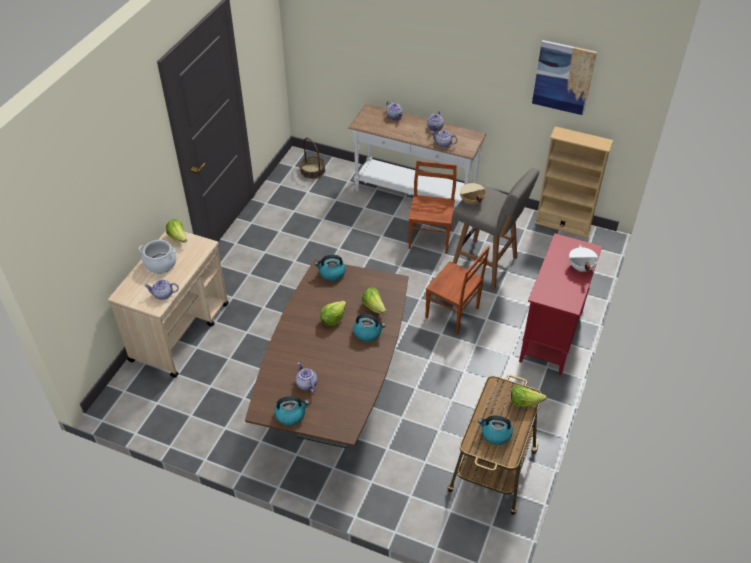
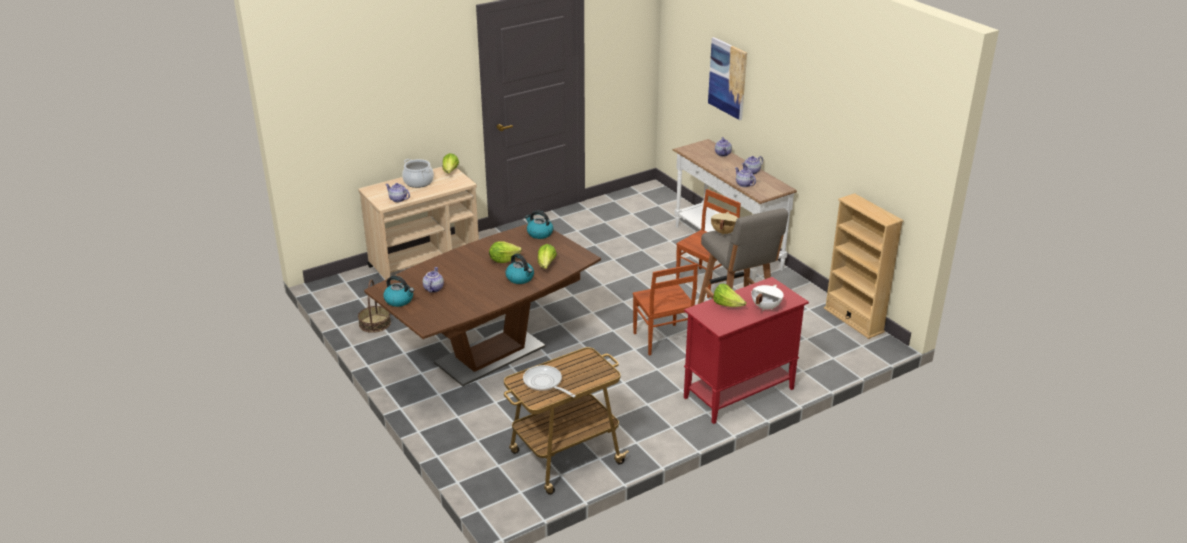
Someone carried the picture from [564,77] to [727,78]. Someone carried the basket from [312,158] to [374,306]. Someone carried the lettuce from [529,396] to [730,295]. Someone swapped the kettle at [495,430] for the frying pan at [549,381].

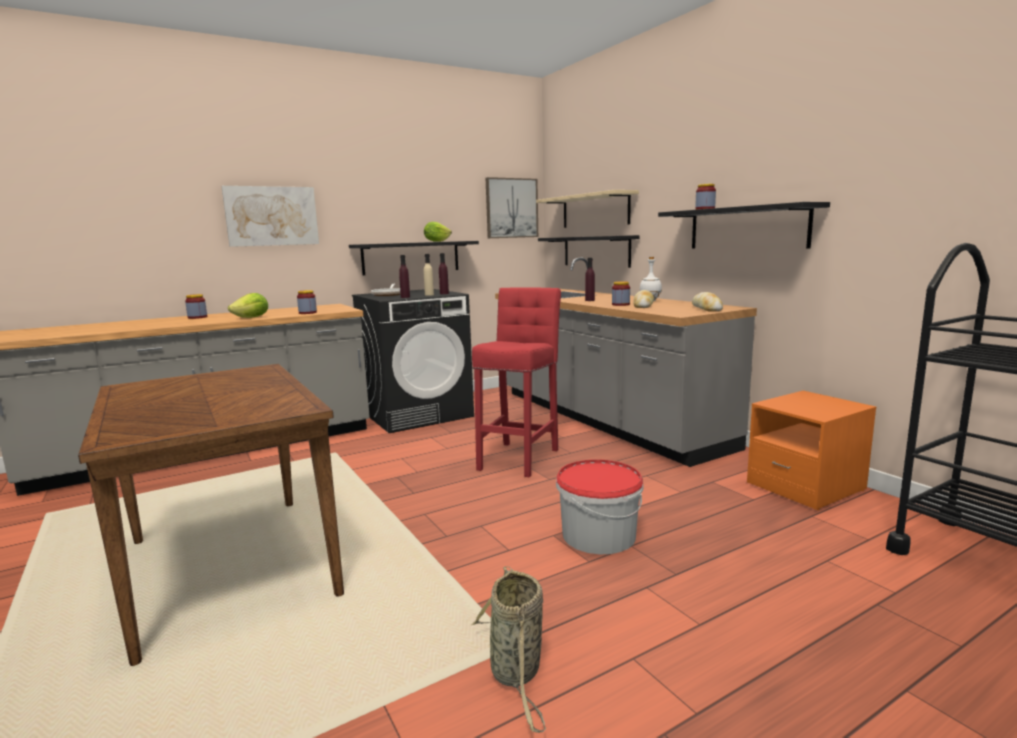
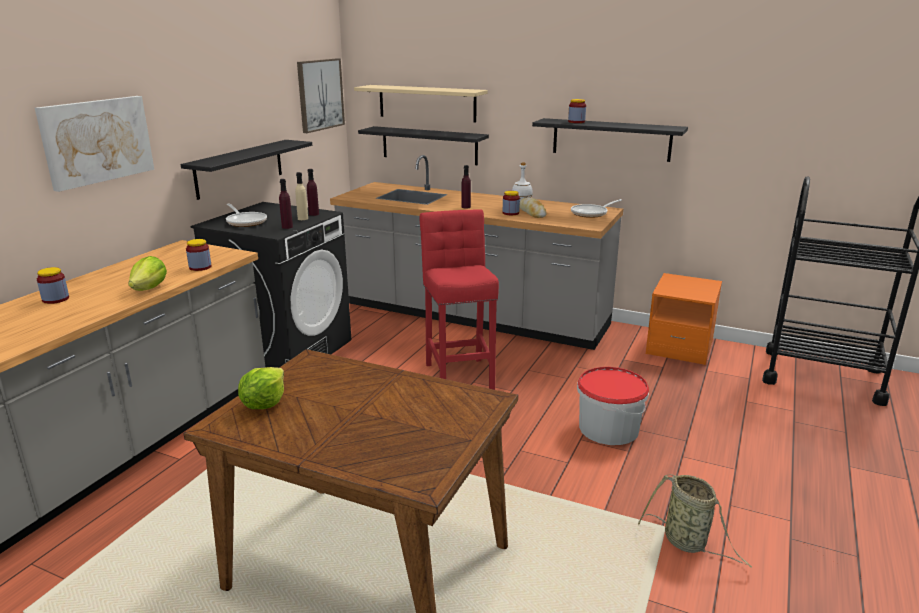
Someone carried the lettuce from [438,232] to [261,388]. Someone swapped the bread at [707,302] for the frying pan at [596,208].

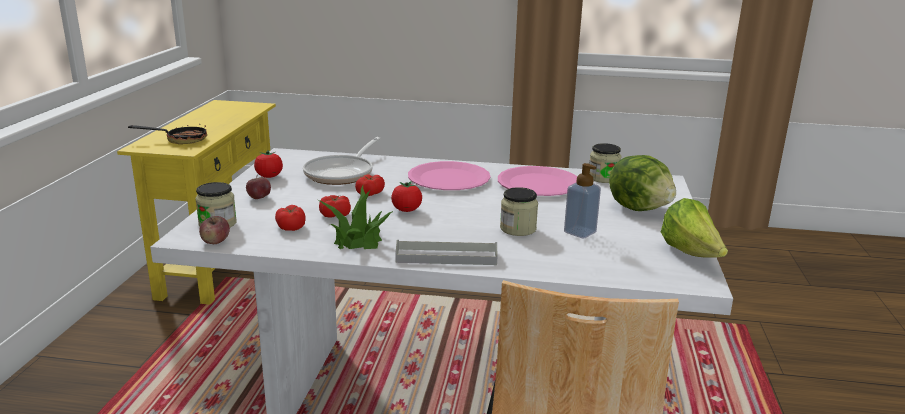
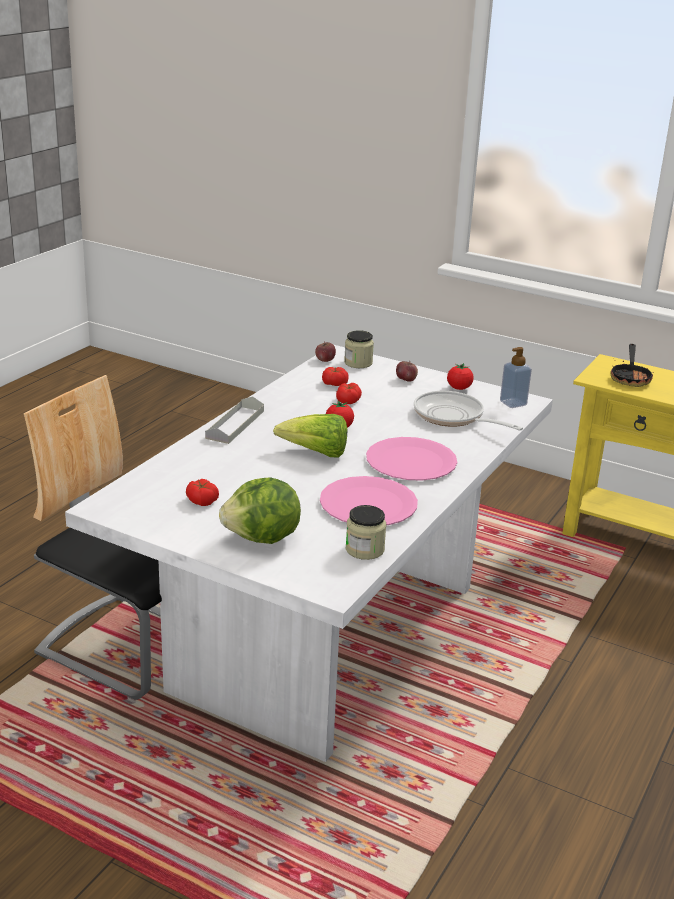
Someone carried the soap dispenser from [582,201] to [516,377]. Someone carried the tomato from [370,185] to [202,492]. Someone took away the potted plant at [355,217]. Someone took away the jar at [519,211]. Someone carried the lettuce from [694,228] to [310,436].

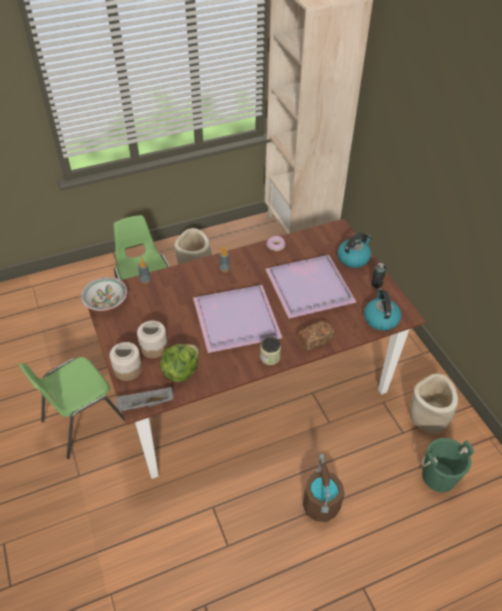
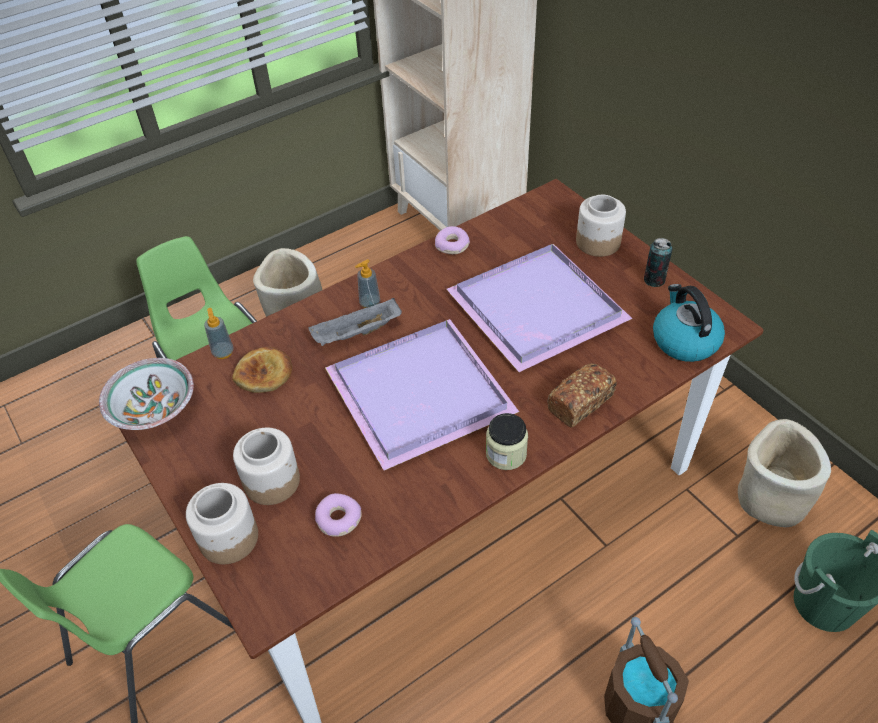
Someone swapped the kettle at [354,250] for the jar at [601,226]. Someone swapped the lettuce at [179,363] for the donut at [338,515]. Someone carried the tray/grey from [144,399] to [355,322]. Someone put down the bread at [262,370].

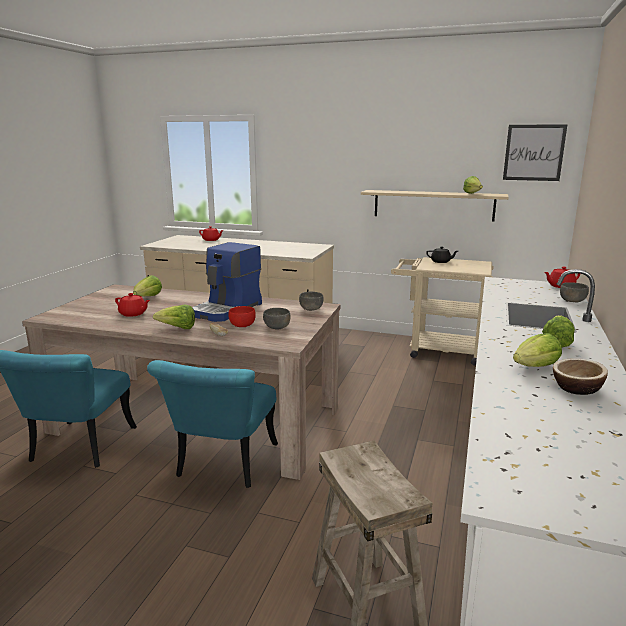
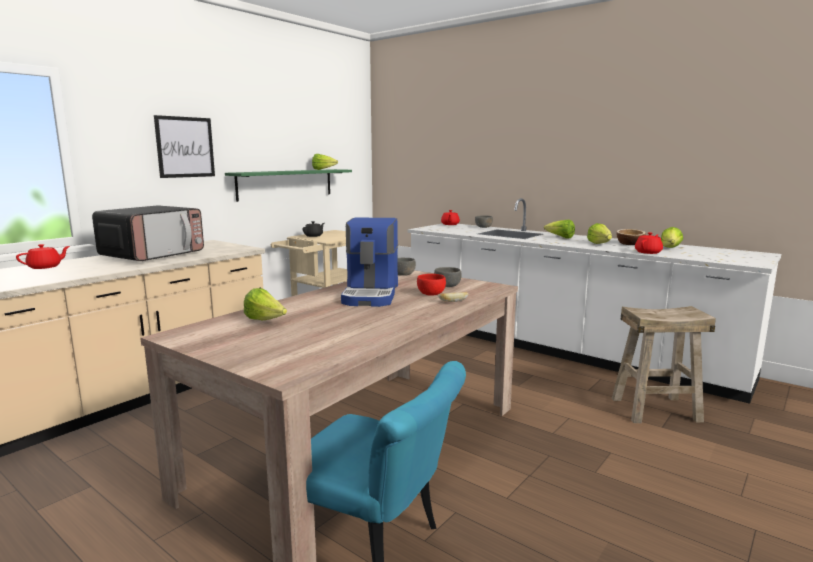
Someone carried the picture from [535,152] to [184,146]. Someone repainted the shelf/beige at [435,206], which became the shelf/green at [288,185]. Someone rotated the coffee machine at [227,282] by 45 degrees clockwise. Someone carried the teapot/red from [132,305] to [649,243]. Someone carried the lettuce from [174,317] to [672,237]. Someone took away the chair/turquoise at [212,424]. Someone put down the microwave at [148,233].

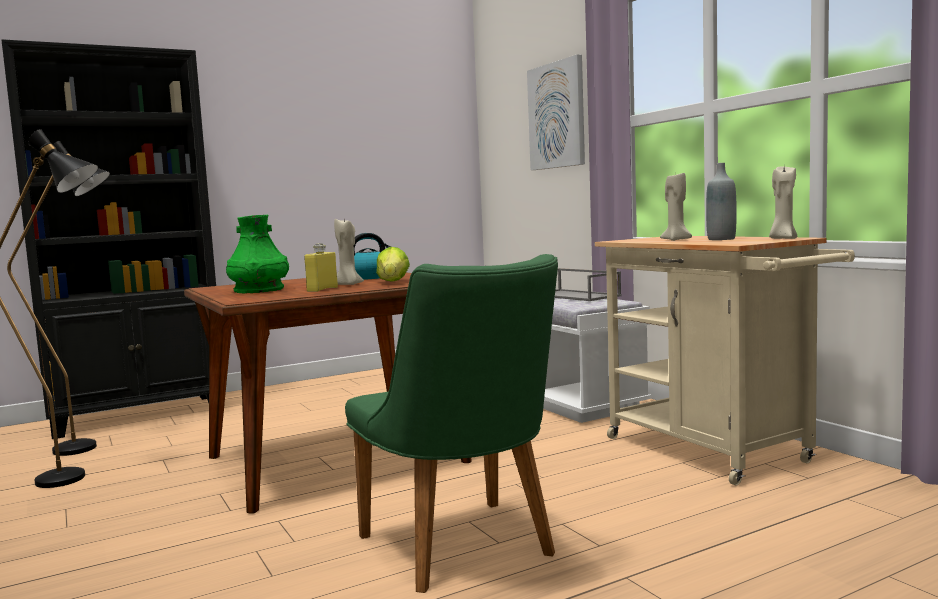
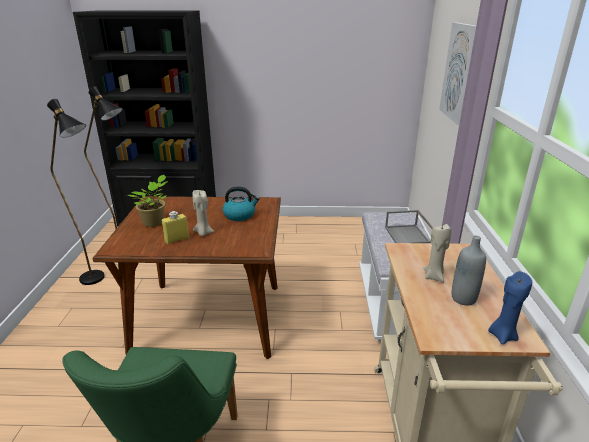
Someone repainted the candle/beige at [783,203], which became the candle/blue at [510,308]. Someone swapped the vase/green at [257,254] for the potted plant at [147,200]. Someone took away the lettuce at [393,264].

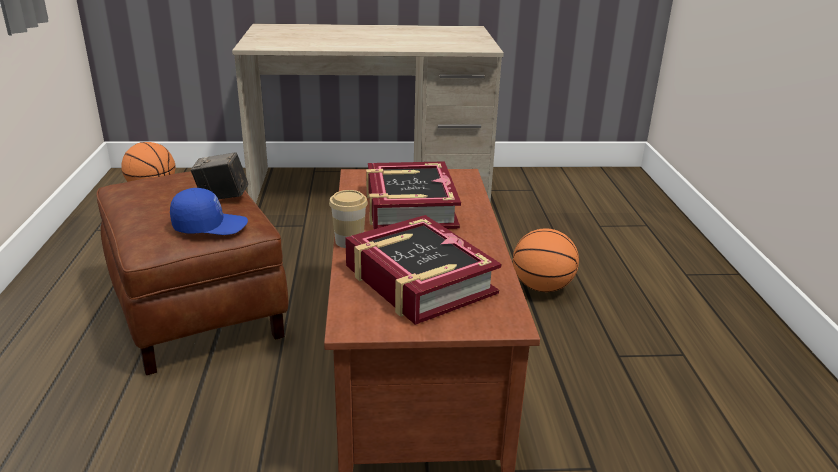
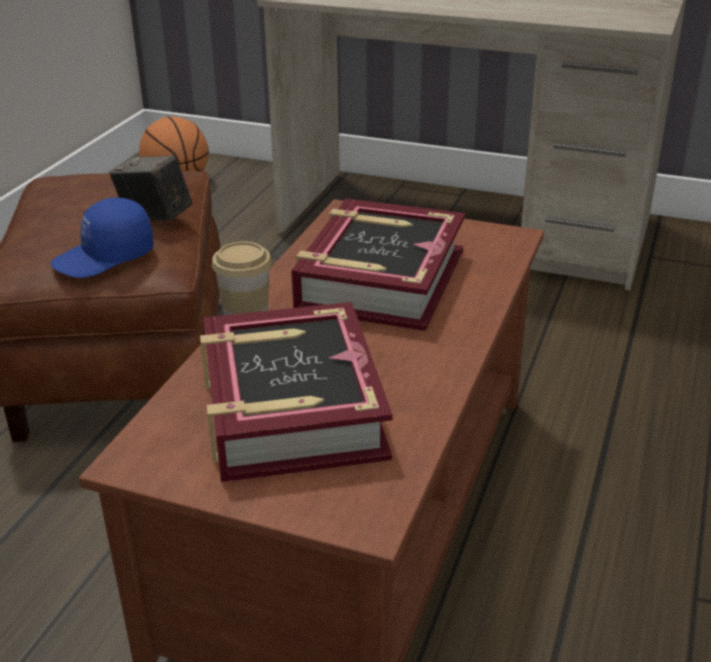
Someone rotated the cap/blue at [209,211] by 135 degrees clockwise. Someone took away the basketball at [546,260].

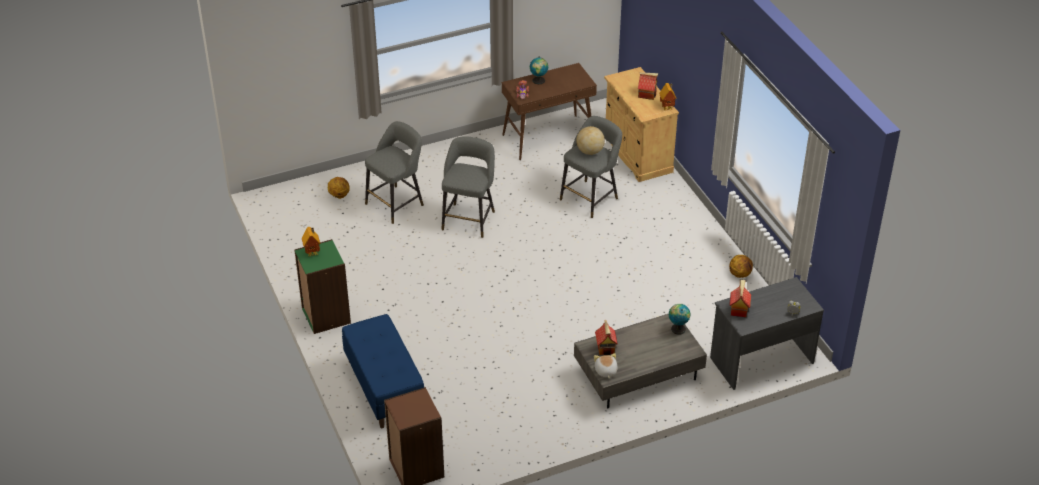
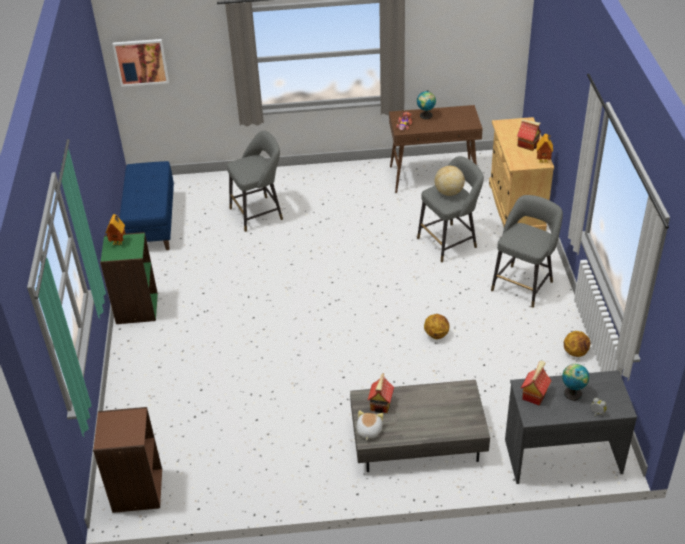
Someone carried the stool/grey from [468,187] to [527,251]. Someone carried the basketball from [339,188] to [437,326]. Someone carried the globe from [679,319] to [575,382]. Someone carried the bench/blue from [383,371] to [147,205]. Someone put up the picture at [140,63].

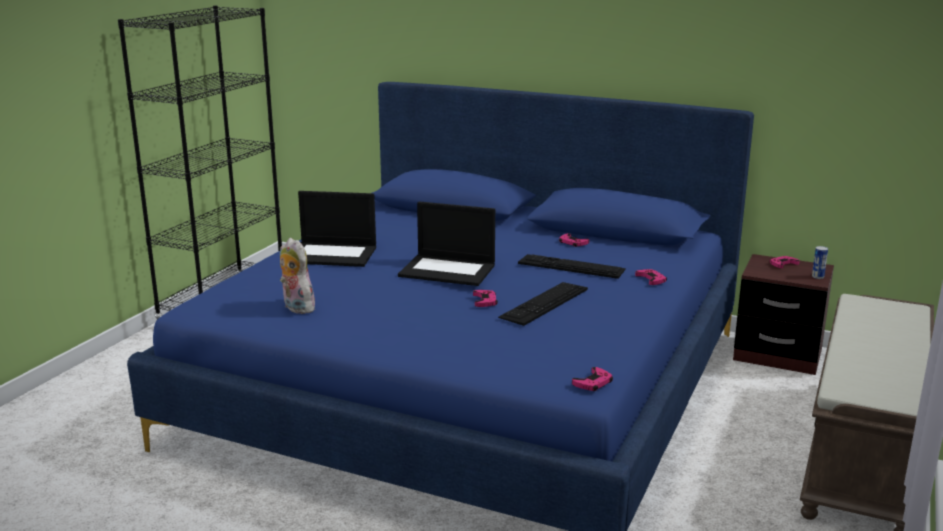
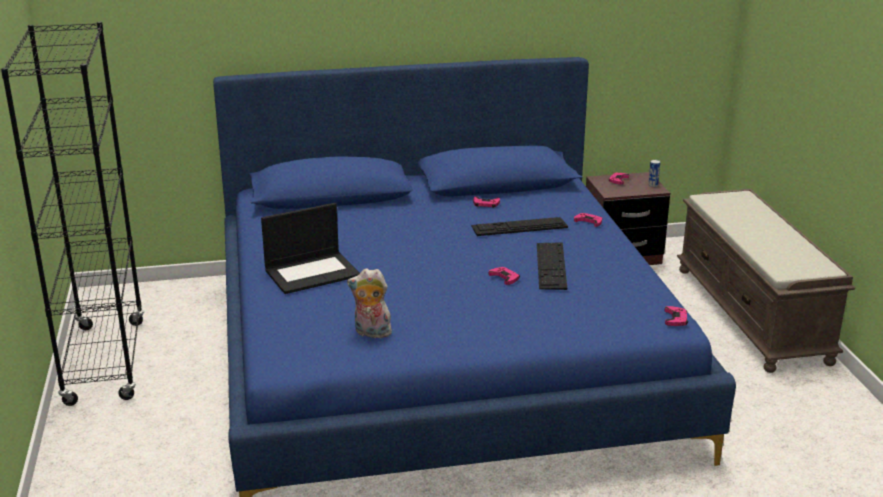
Someone took away the laptop at [446,243].

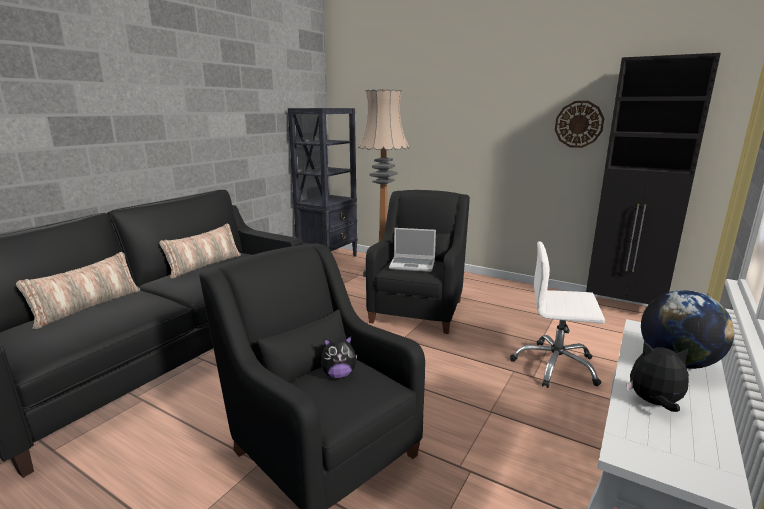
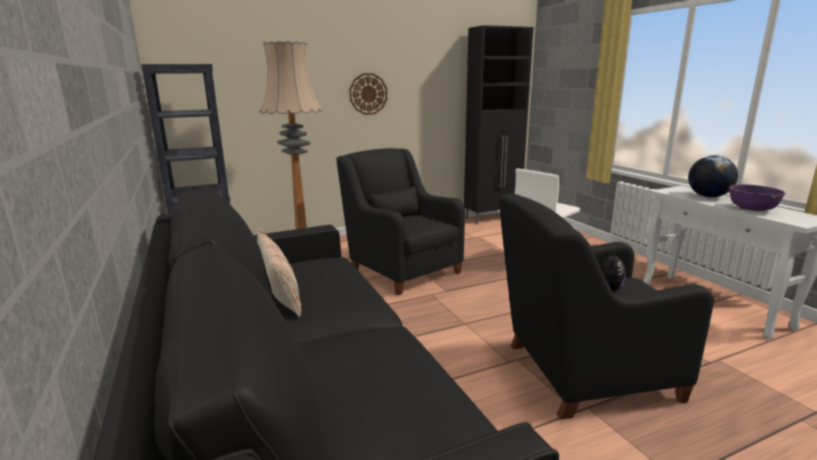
Someone carried the wall clock from [579,124] to [368,94]. Someone took away the laptop at [412,250]. Someone took away the pillow at [78,291]. Someone swapped the plush toy at [658,376] for the bowl/purple at [757,198].

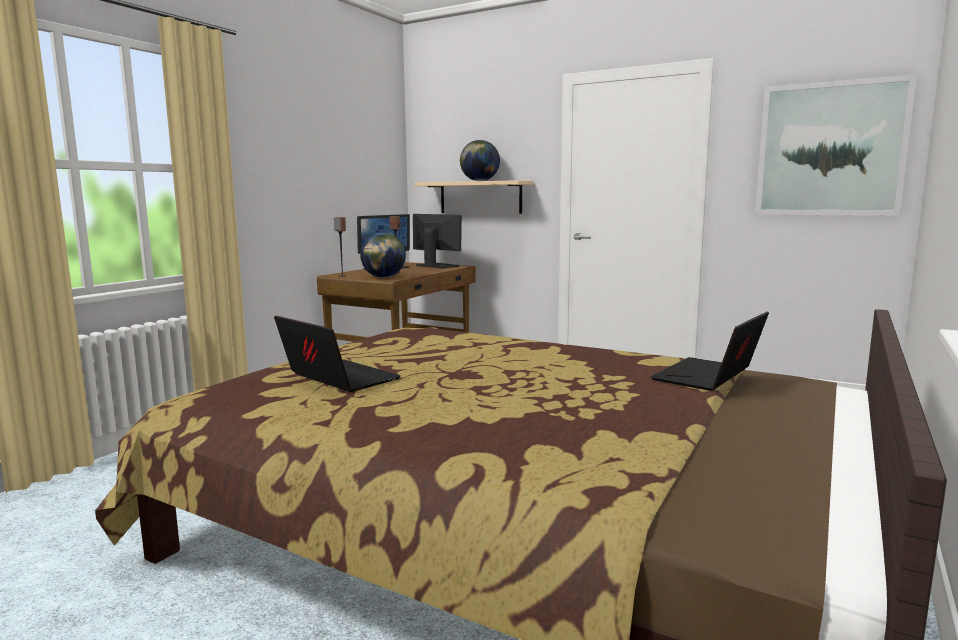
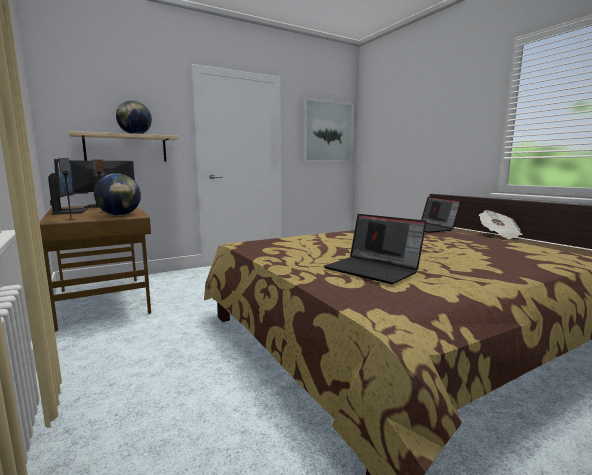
Someone rotated the laptop at [337,353] by 120 degrees counterclockwise. Someone put down the newspaper at [501,224].

